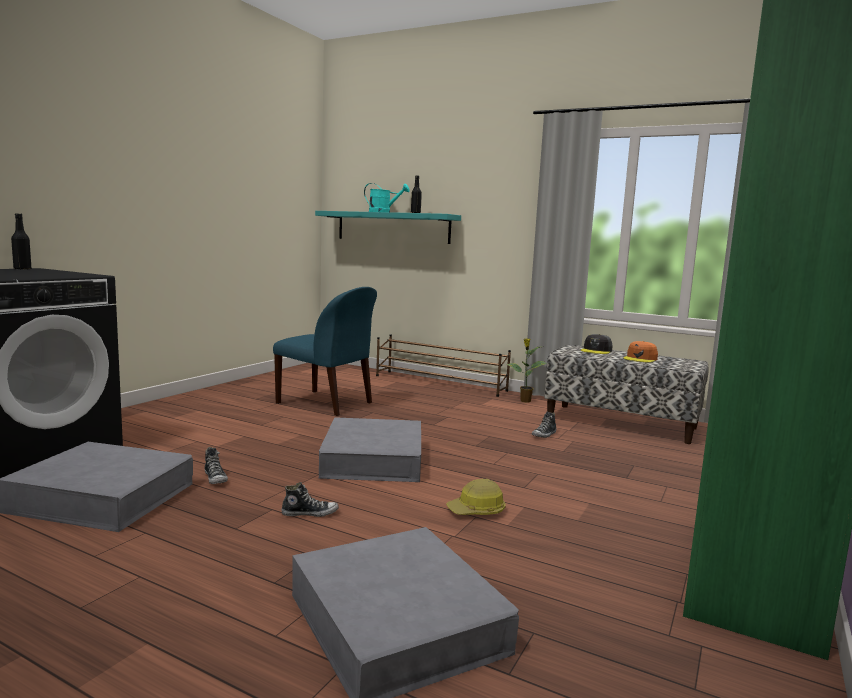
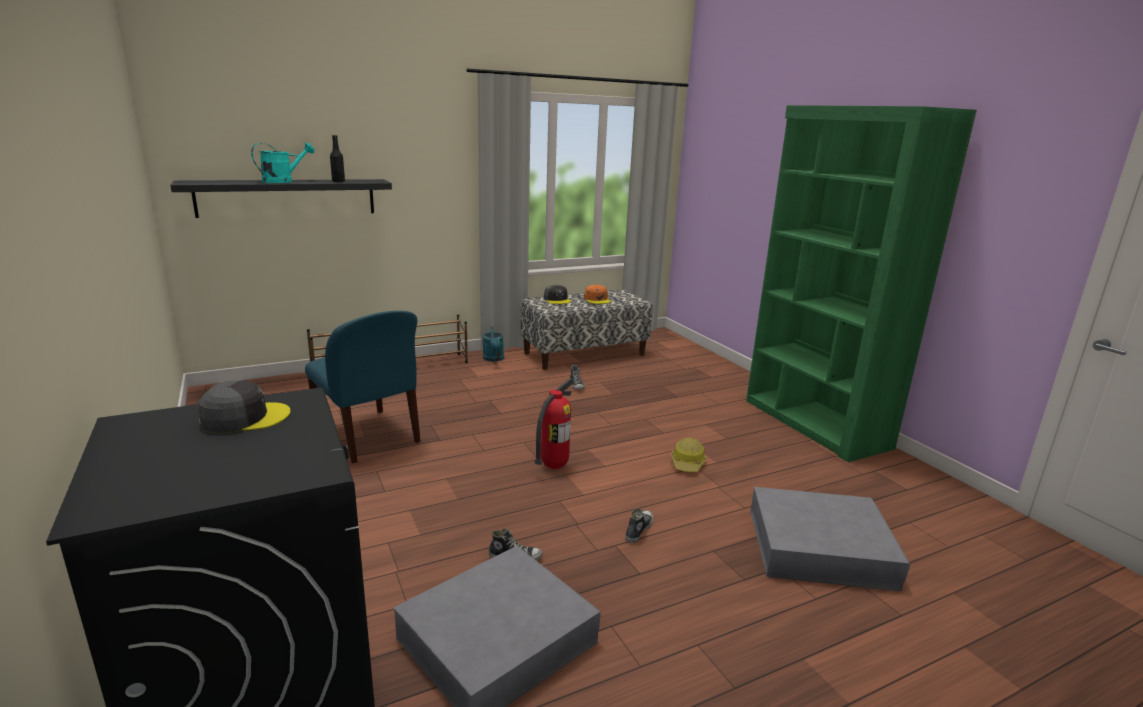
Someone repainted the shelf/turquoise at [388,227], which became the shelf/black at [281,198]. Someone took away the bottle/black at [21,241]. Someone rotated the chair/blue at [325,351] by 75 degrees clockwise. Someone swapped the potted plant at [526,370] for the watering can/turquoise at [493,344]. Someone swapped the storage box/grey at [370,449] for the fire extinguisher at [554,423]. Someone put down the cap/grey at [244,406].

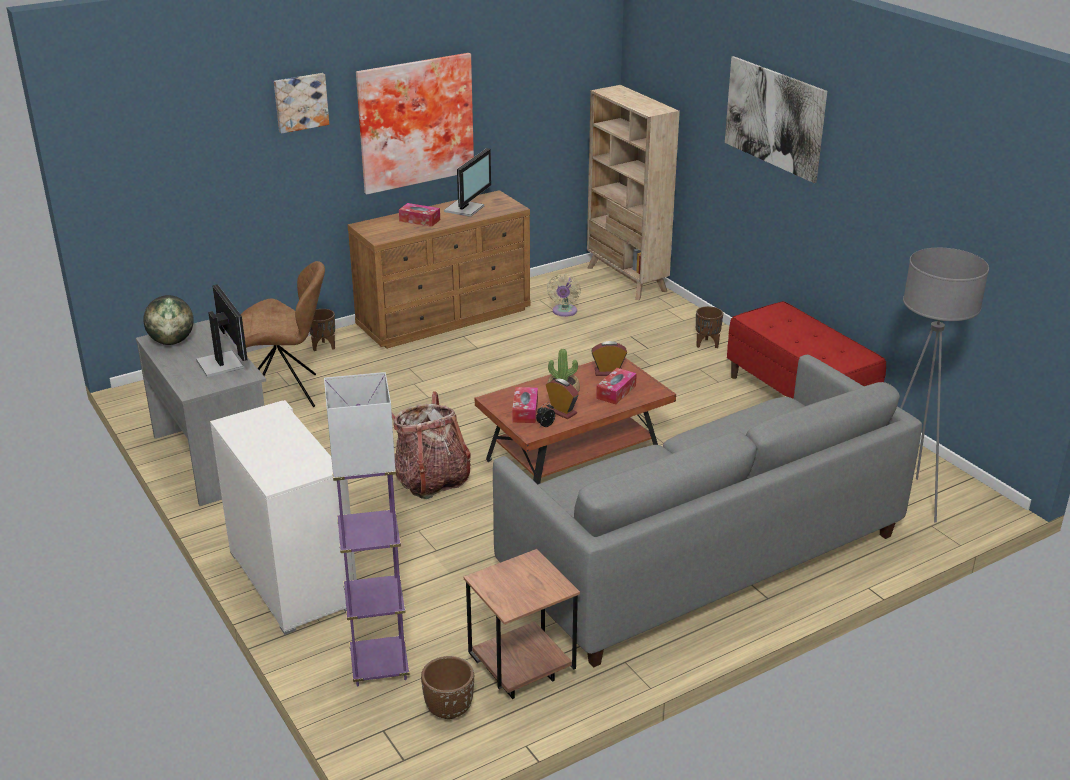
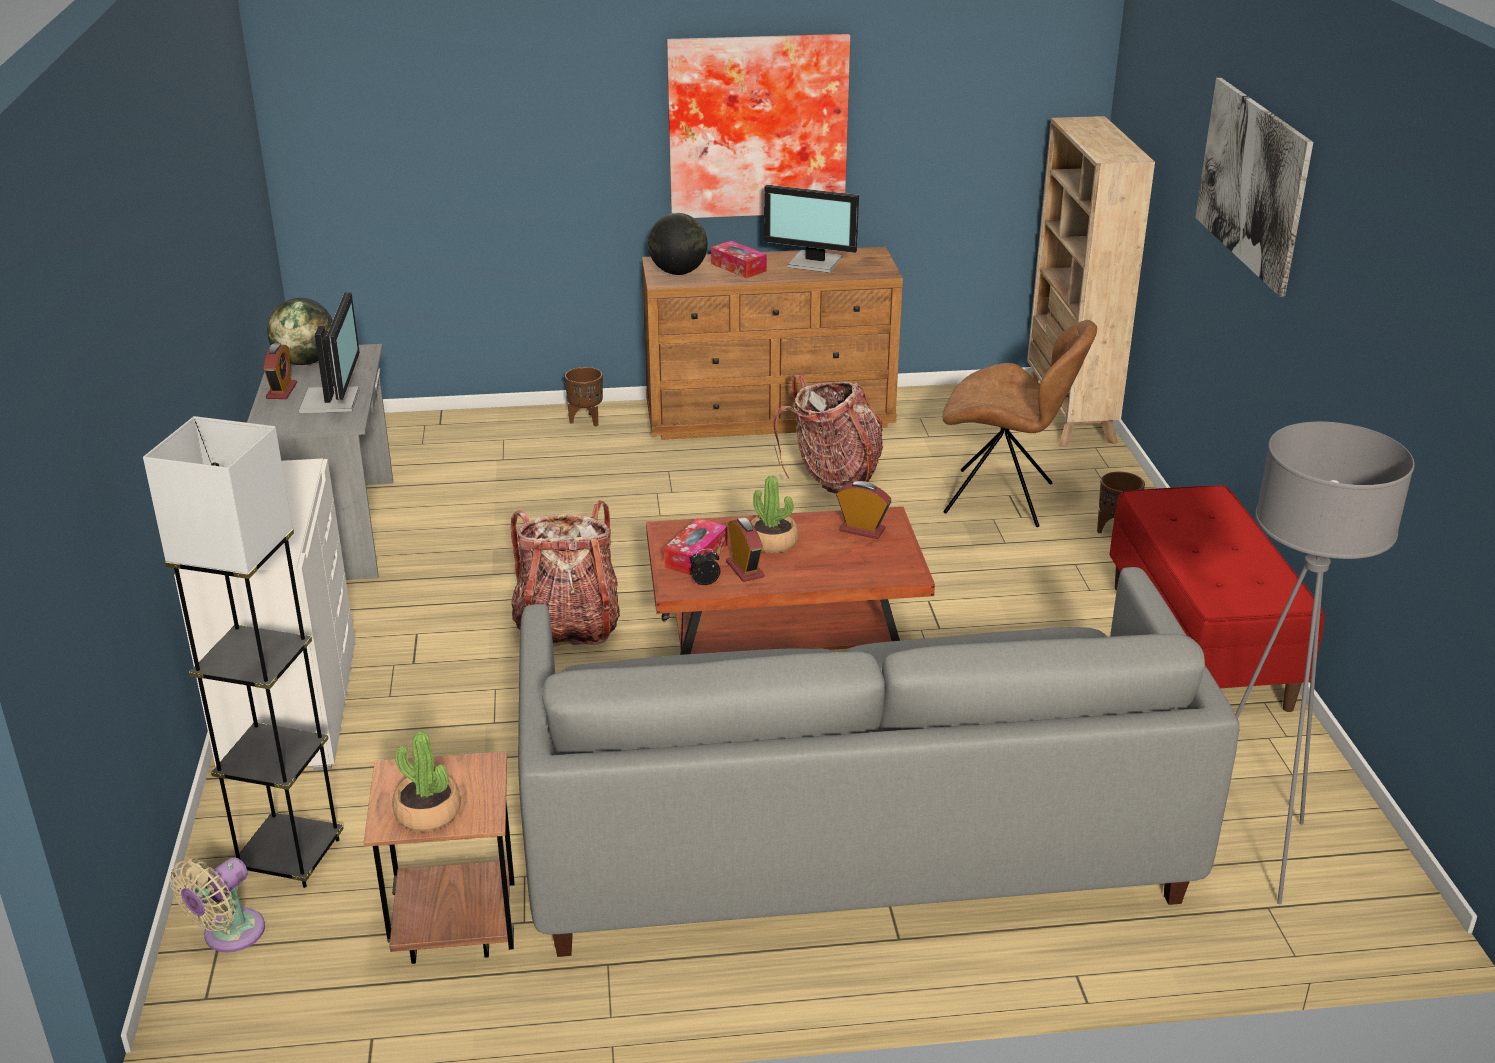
Someone took away the picture at [301,103]. Someone rotated the monitor at [467,182] by 60 degrees clockwise. Someone carried the chair/brown from [283,334] to [1020,423]. Someone carried the fan/beige from [564,295] to [217,905]. Someone took away the tissue box at [616,386]. Someone repainted the floor lamp/purple at [367,529], which became the floor lamp/grey at [243,652]. Someone took away the planter/brown at [447,687]. Someone put down the globe at [678,244]. Someone put down the alarm clock at [280,371]. Someone put down the backpack at [828,433]. Someone put down the potted plant at [426,781].

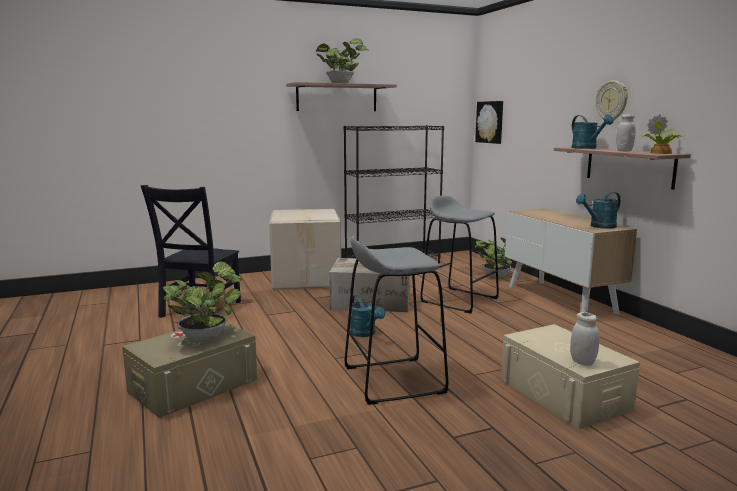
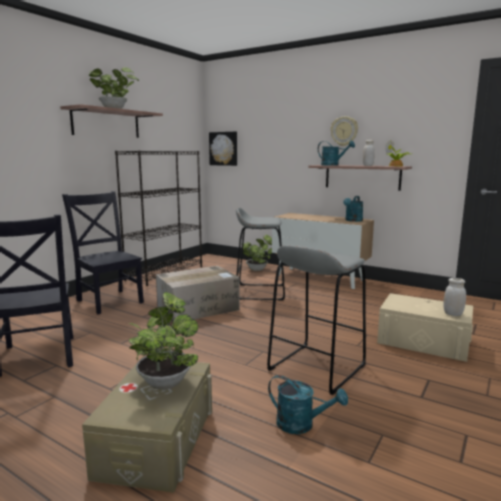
Someone swapped the cardboard box at [305,249] for the chair/black at [103,252]. Someone carried the watering can/turquoise from [367,316] to [308,404].

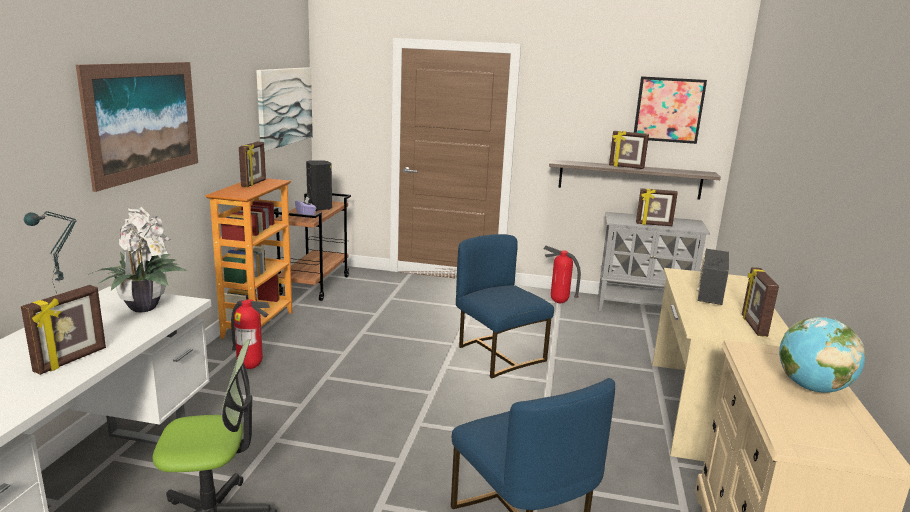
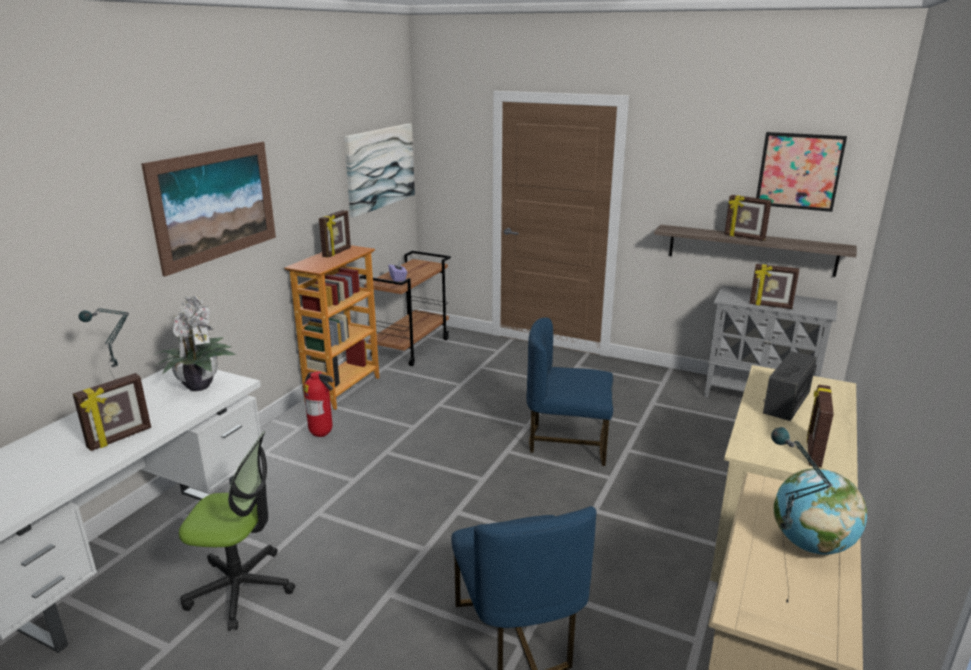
Someone took away the speaker/black at [319,185]. Someone rotated the chair/blue at [505,306] by 60 degrees counterclockwise. Someone took away the fire extinguisher at [562,274]. Someone put down the table lamp at [802,515].

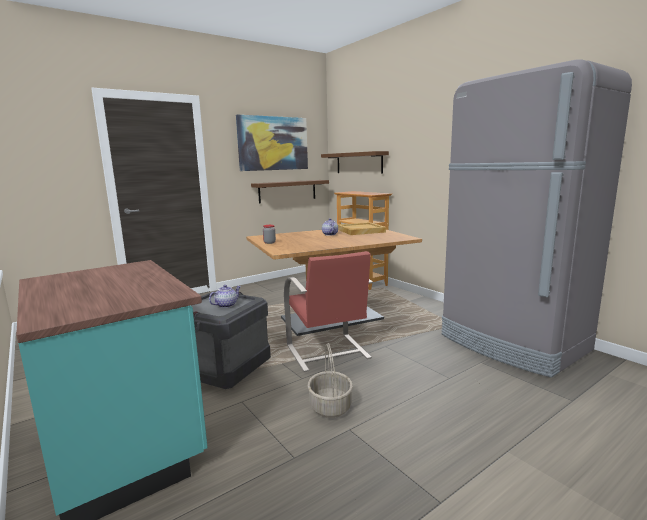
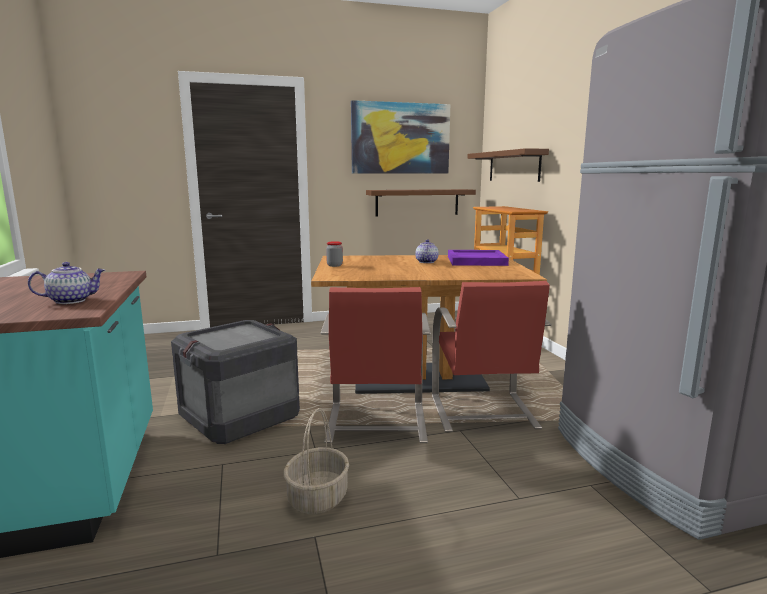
Someone repainted the tray/beige at [362,228], which became the tray/purple at [478,258]. Someone carried the teapot from [225,296] to [66,283]. Someone put down the chair/red at [492,356].

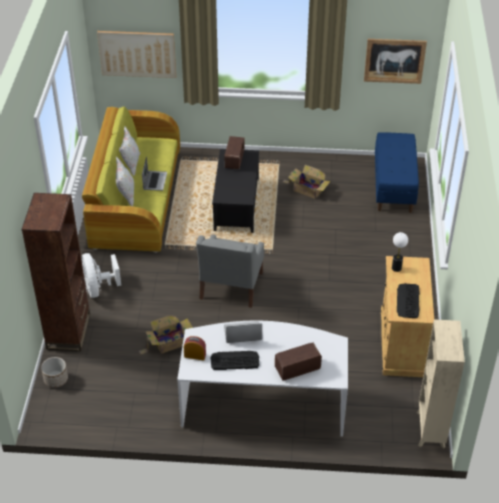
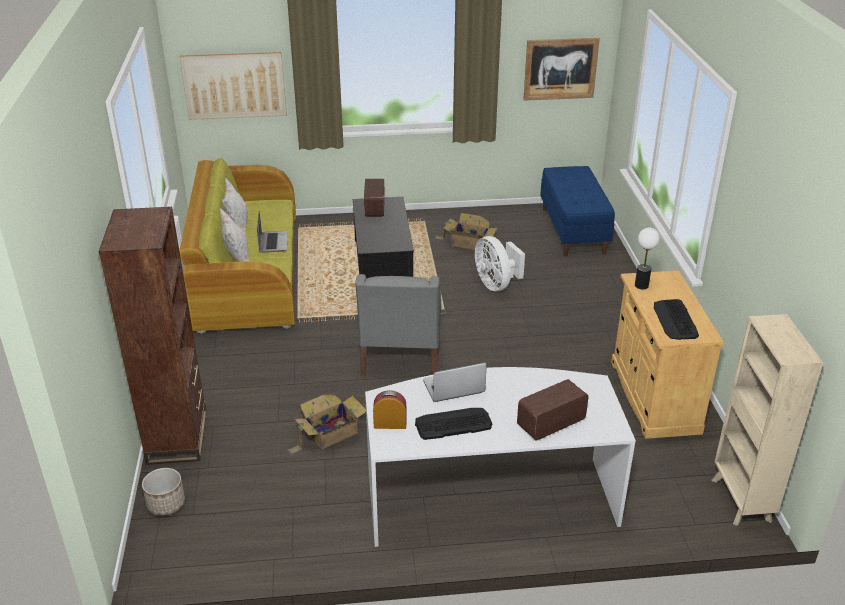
Someone carried the fan/white from [101,275] to [500,263].

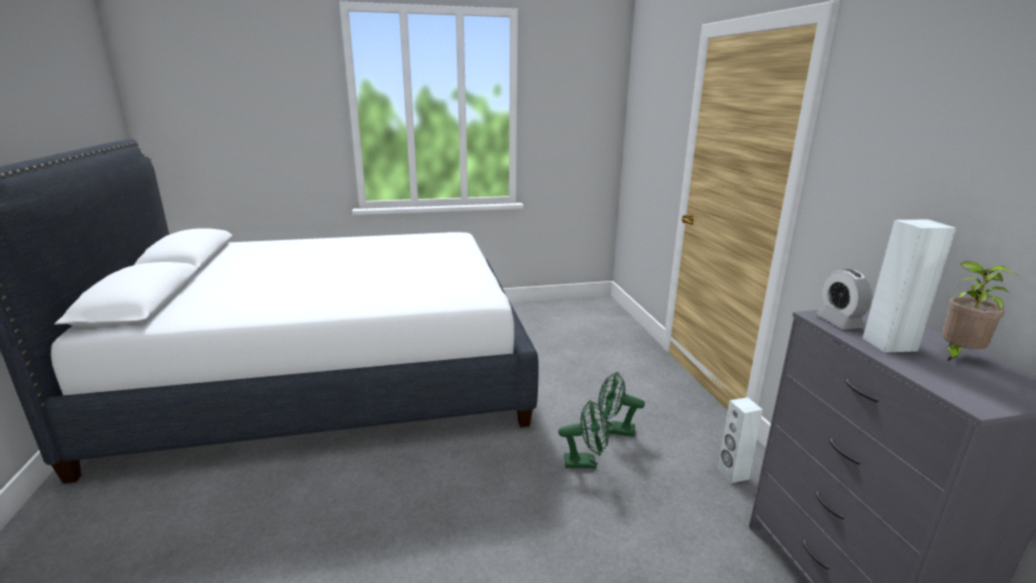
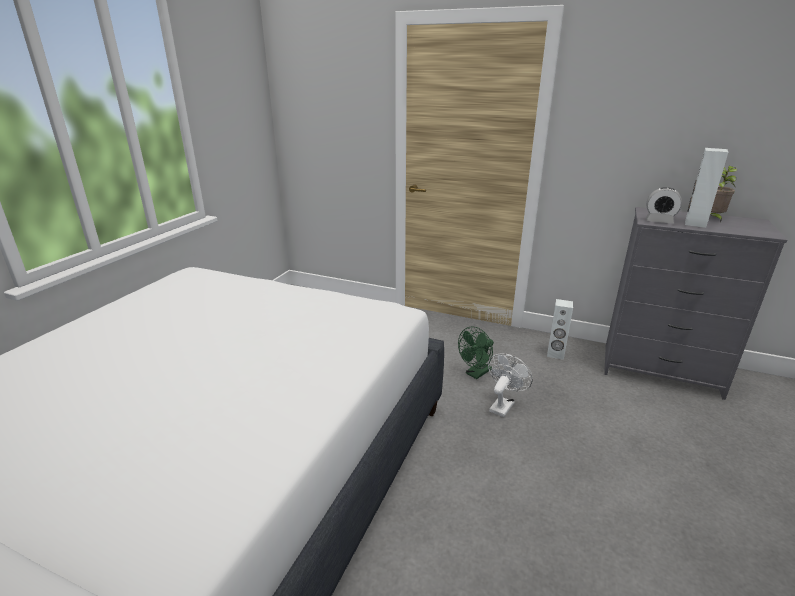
Someone repainted the fan/green at [583,434], which became the fan/white at [510,385].

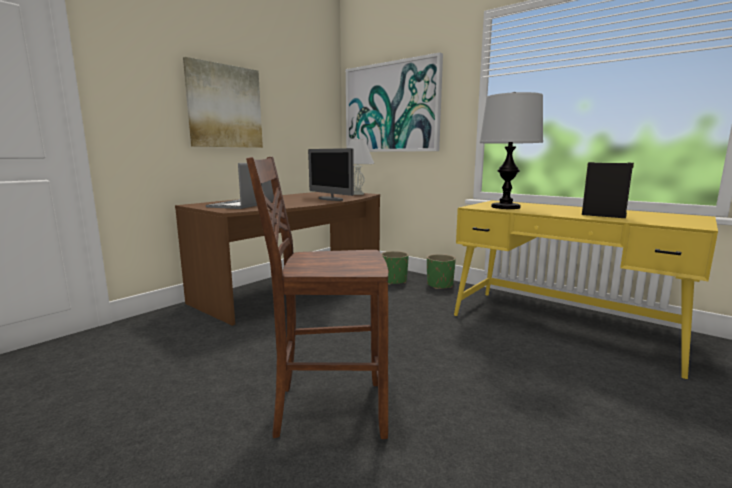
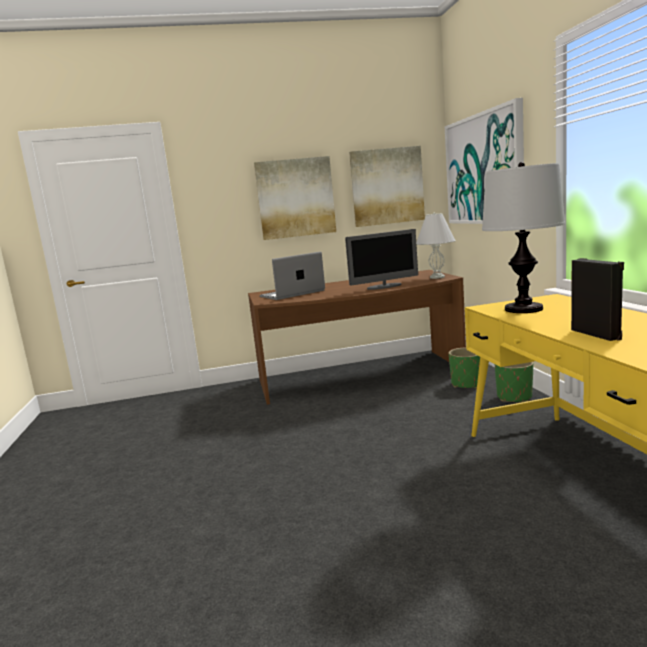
Someone rotated the monitor at [331,174] by 105 degrees counterclockwise. Someone took away the chair/brown at [317,298]. Someone put up the picture at [387,186].

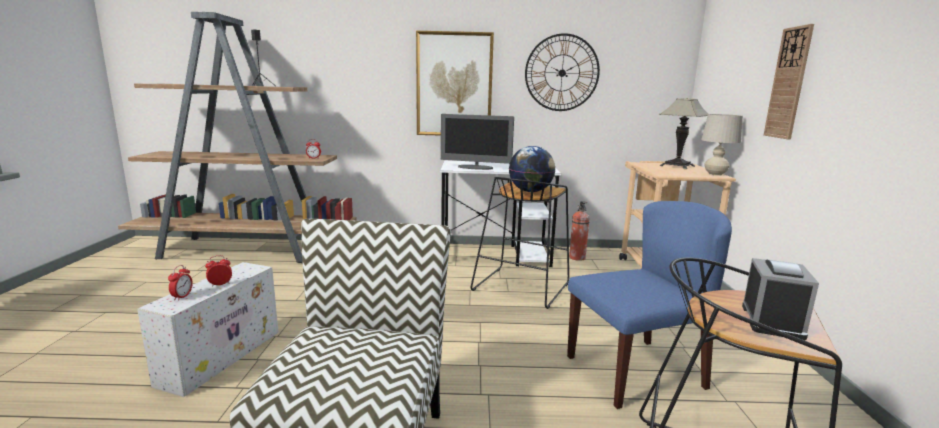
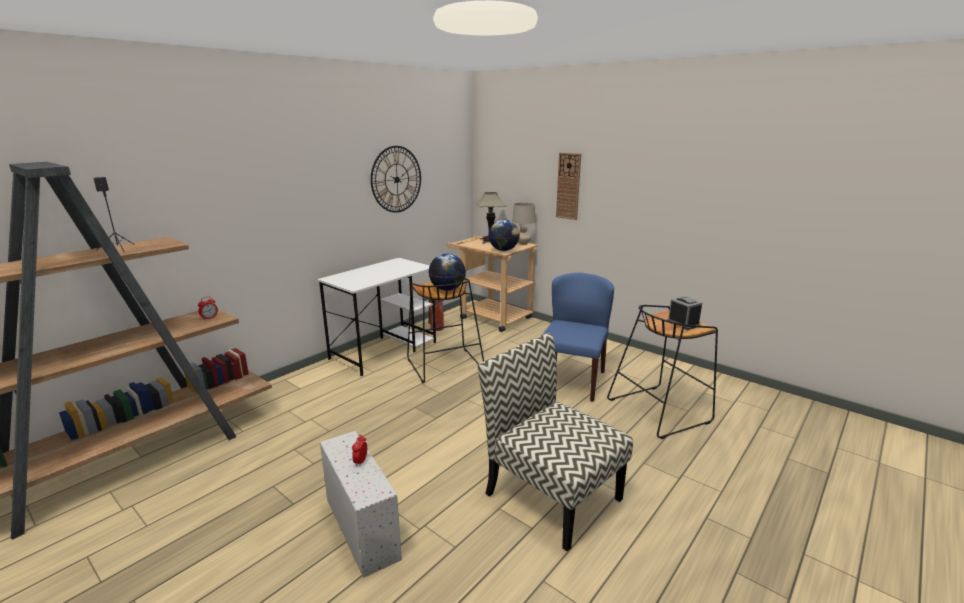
Someone took away the picture at [455,83]. Someone took away the monitor at [477,142]. Someone took away the alarm clock at [180,283]. Someone put down the globe at [504,235].

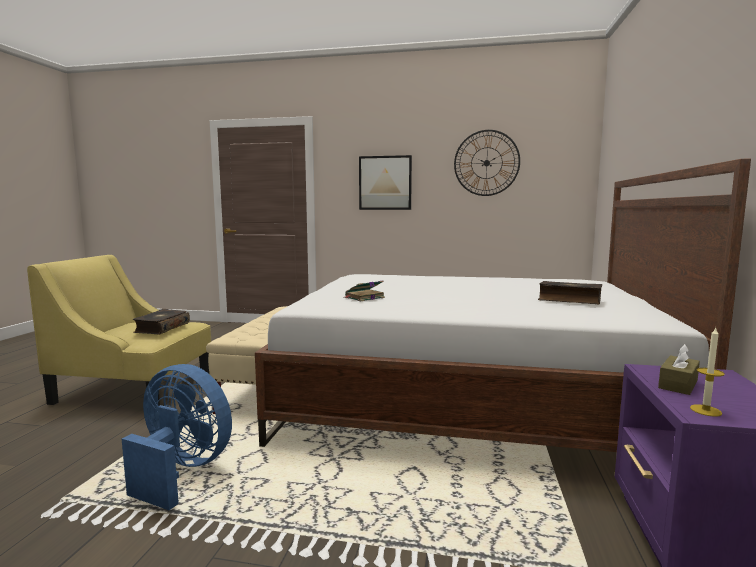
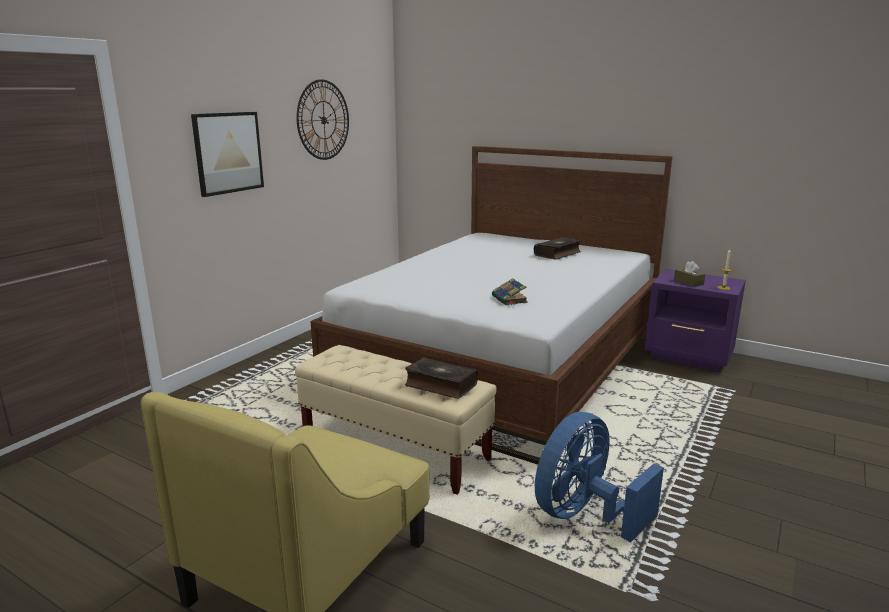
Someone carried the book from [161,322] to [441,378].

